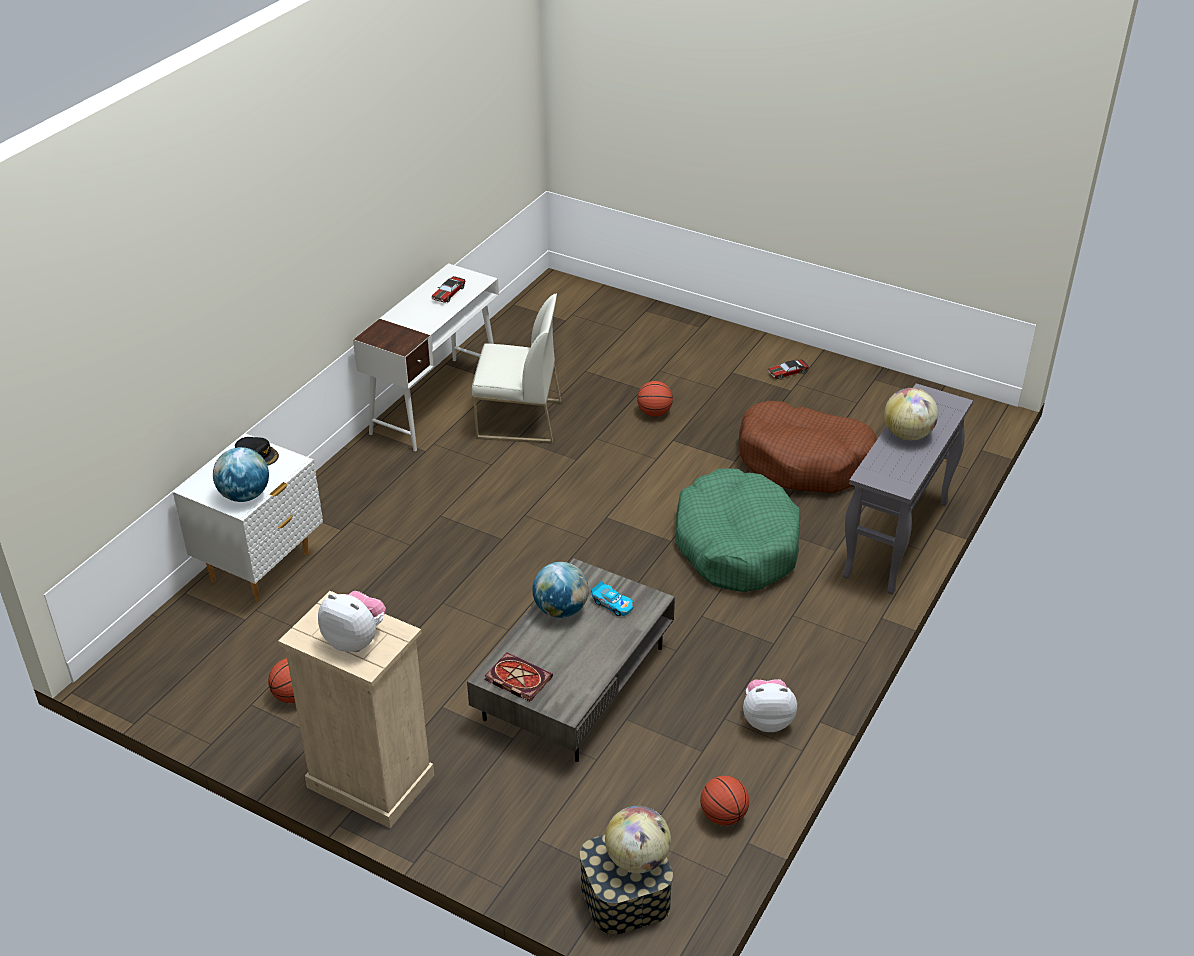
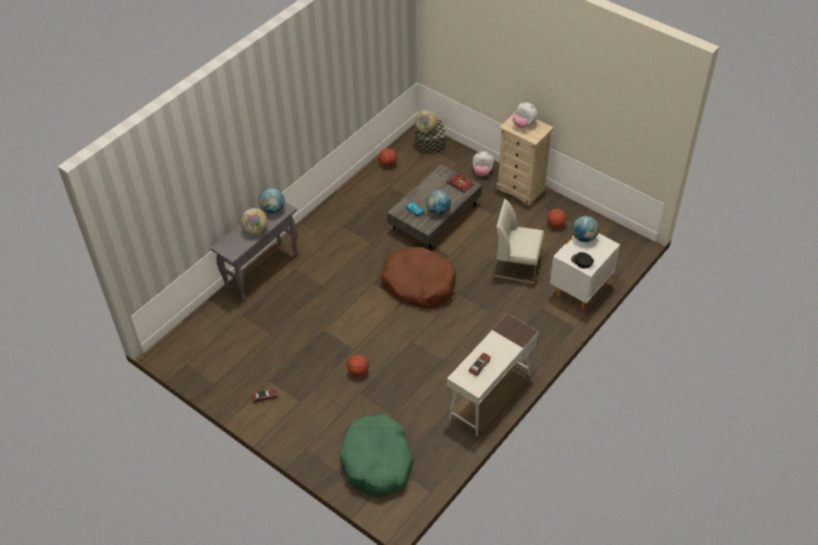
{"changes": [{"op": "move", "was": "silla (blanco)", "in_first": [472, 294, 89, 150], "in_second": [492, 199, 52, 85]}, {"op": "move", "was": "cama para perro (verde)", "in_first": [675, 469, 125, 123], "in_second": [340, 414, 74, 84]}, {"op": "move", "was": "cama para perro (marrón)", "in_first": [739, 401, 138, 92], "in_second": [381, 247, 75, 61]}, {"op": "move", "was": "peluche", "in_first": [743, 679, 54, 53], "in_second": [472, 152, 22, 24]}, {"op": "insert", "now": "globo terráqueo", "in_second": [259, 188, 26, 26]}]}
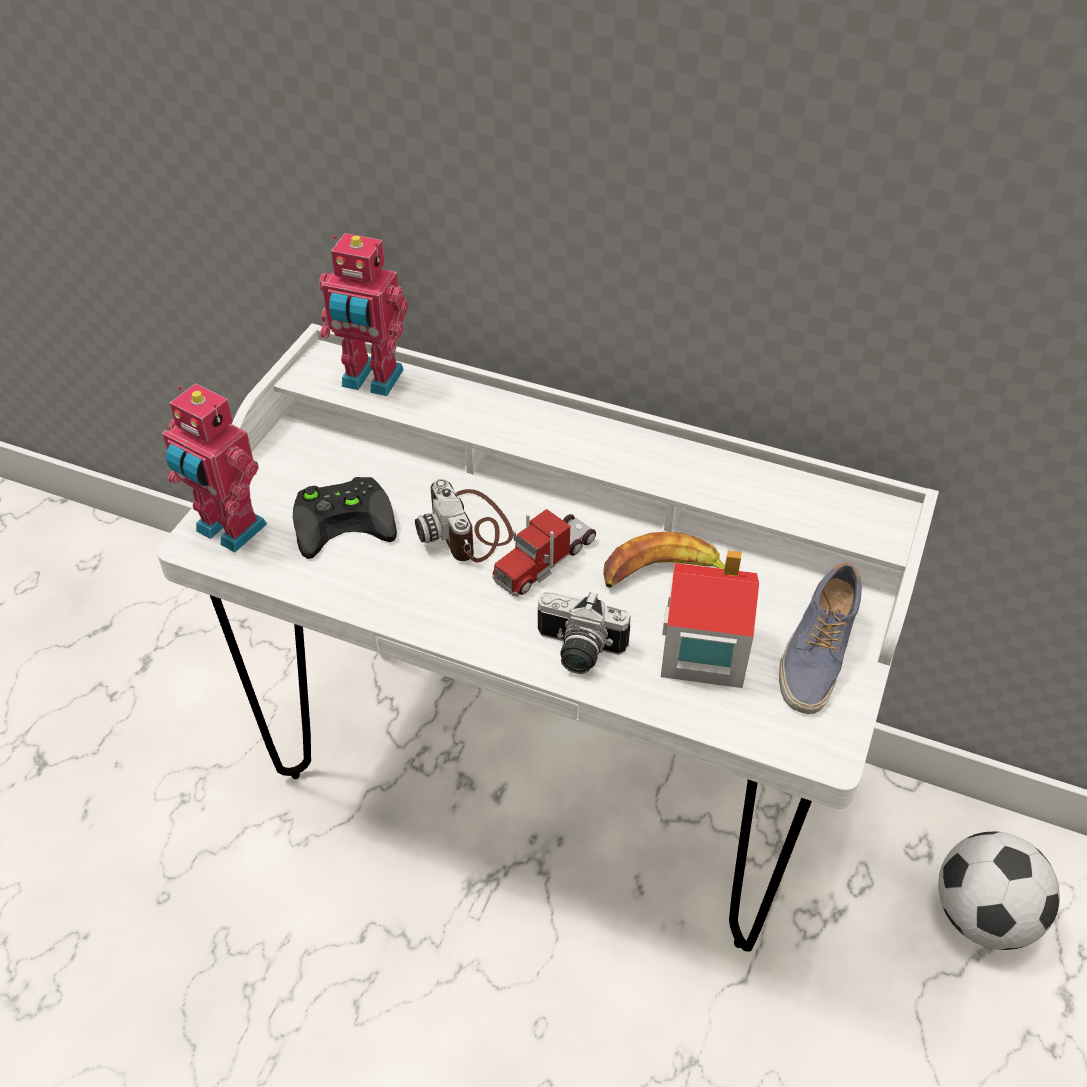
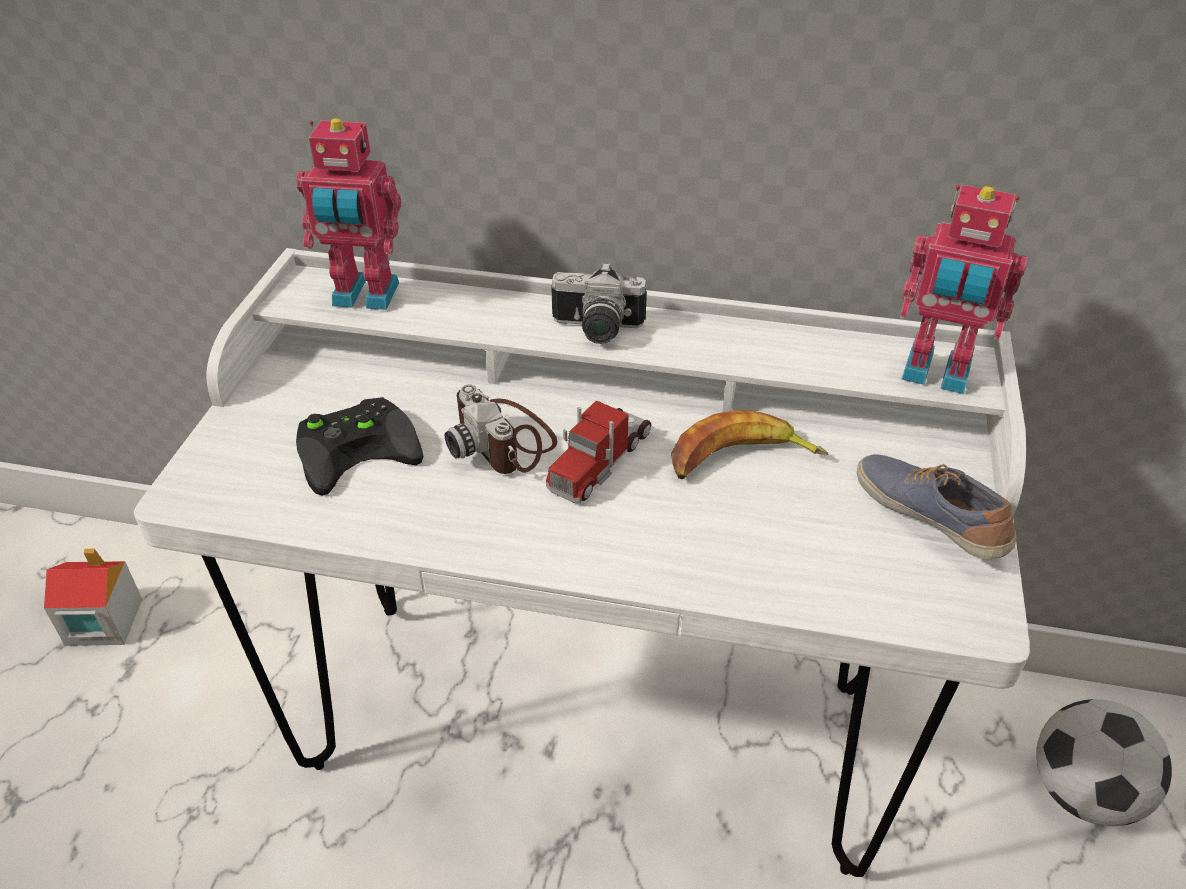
{"changes": [{"op": "move", "was": "robot de juguete", "in_first": [162, 383, 105, 169], "in_second": [900, 185, 128, 209]}, {"op": "move", "was": "cámara", "in_first": [538, 591, 93, 83], "in_second": [551, 262, 96, 82]}, {"op": "move", "was": "casita", "in_first": [661, 550, 98, 138], "in_second": [44, 549, 98, 97]}, {"op": "rotate", "was": "zapato", "in_first": [779, 562, 83, 152], "in_second": [857, 454, 159, 106], "clockwise": 135}]}
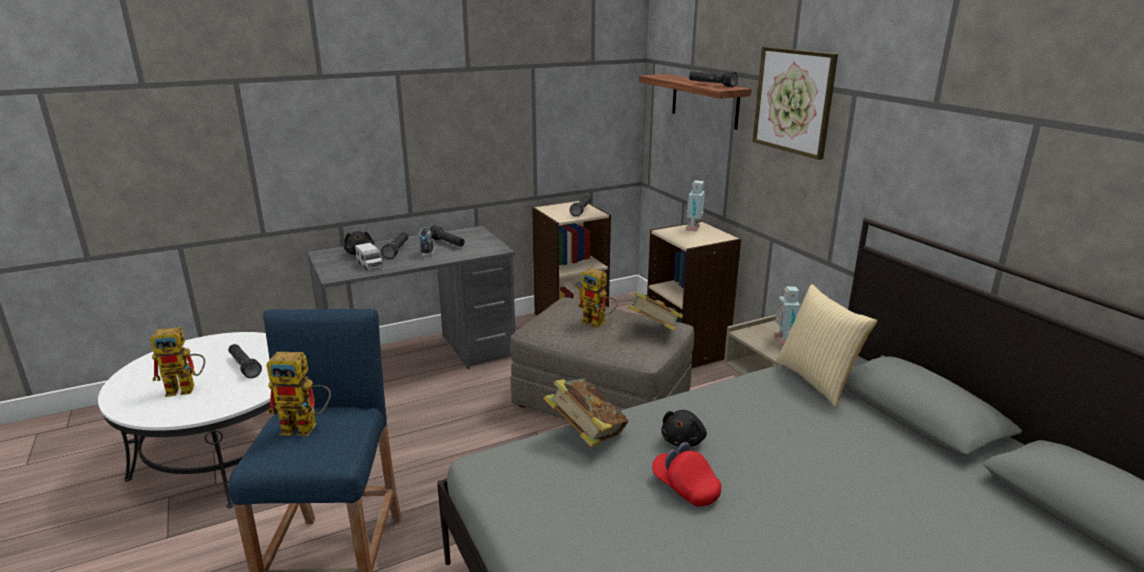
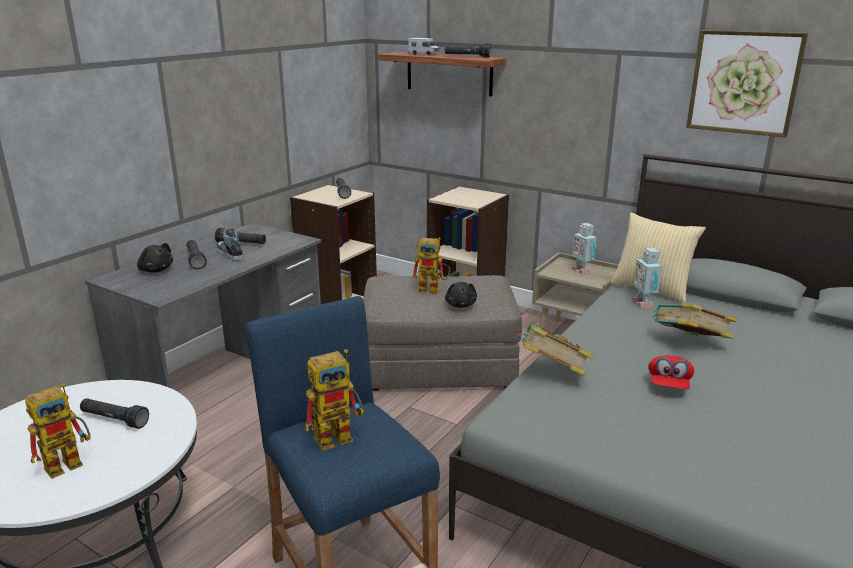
{"changes": [{"op": "move", "was": "camión de juguete", "in_first": [355, 243, 28, 27], "in_second": [408, 38, 32, 18]}, {"op": "move", "was": "libro", "in_first": [627, 292, 56, 39], "in_second": [653, 303, 84, 36]}, {"op": "rotate", "was": "gorra (rojo)", "in_first": [652, 442, 69, 64], "in_second": [648, 355, 46, 34], "clockwise": -90}, {"op": "move", "was": "peluche (negro)", "in_first": [661, 410, 46, 37], "in_second": [445, 282, 32, 26]}, {"op": "move", "was": "robot de juguete", "in_first": [686, 180, 19, 51], "in_second": [632, 248, 30, 60]}, {"op": "move", "was": "cuadro", "in_first": [752, 47, 86, 113], "in_second": [686, 30, 122, 108]}]}
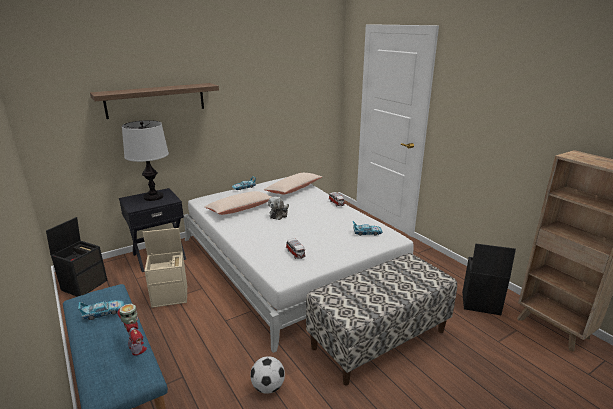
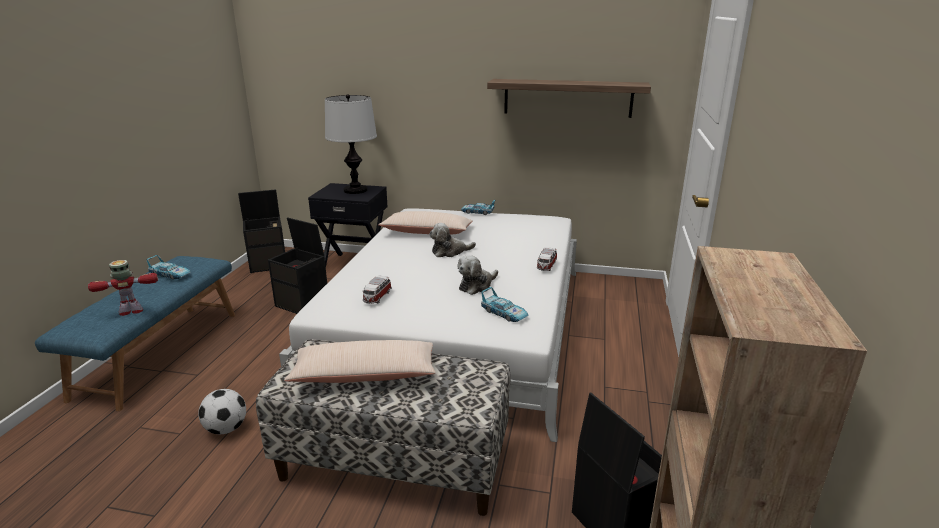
{"changes": [{"op": "move", "was": "estante", "in_first": [90, 83, 129, 36], "in_second": [487, 79, 164, 39]}, {"op": "rotate", "was": "robot de juguete", "in_first": [117, 304, 30, 52], "in_second": [88, 260, 70, 56], "clockwise": -120}, {"op": "recolor", "was": "caja de almacenaje (beis)", "now": "caja de almacenaje (negro)", "in_first": [143, 228, 44, 80], "in_second": [268, 217, 59, 97]}, {"op": "move", "was": "cojín (beis)", "in_first": [264, 173, 58, 21], "in_second": [284, 340, 152, 43]}, {"op": "insert", "now": "peluche", "in_second": [457, 255, 41, 40]}]}
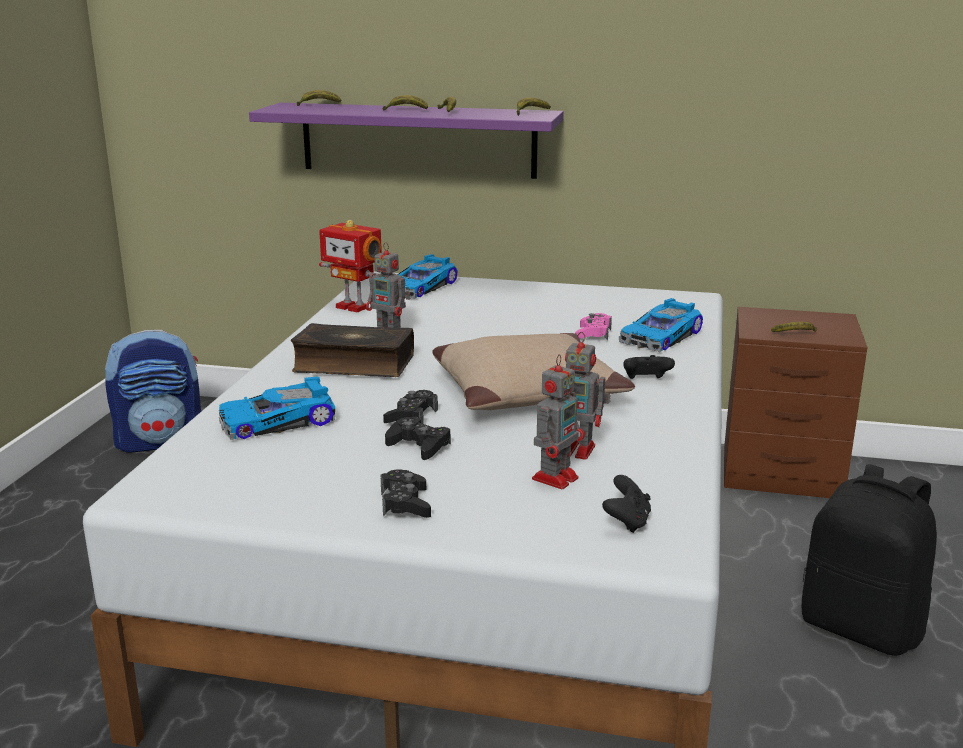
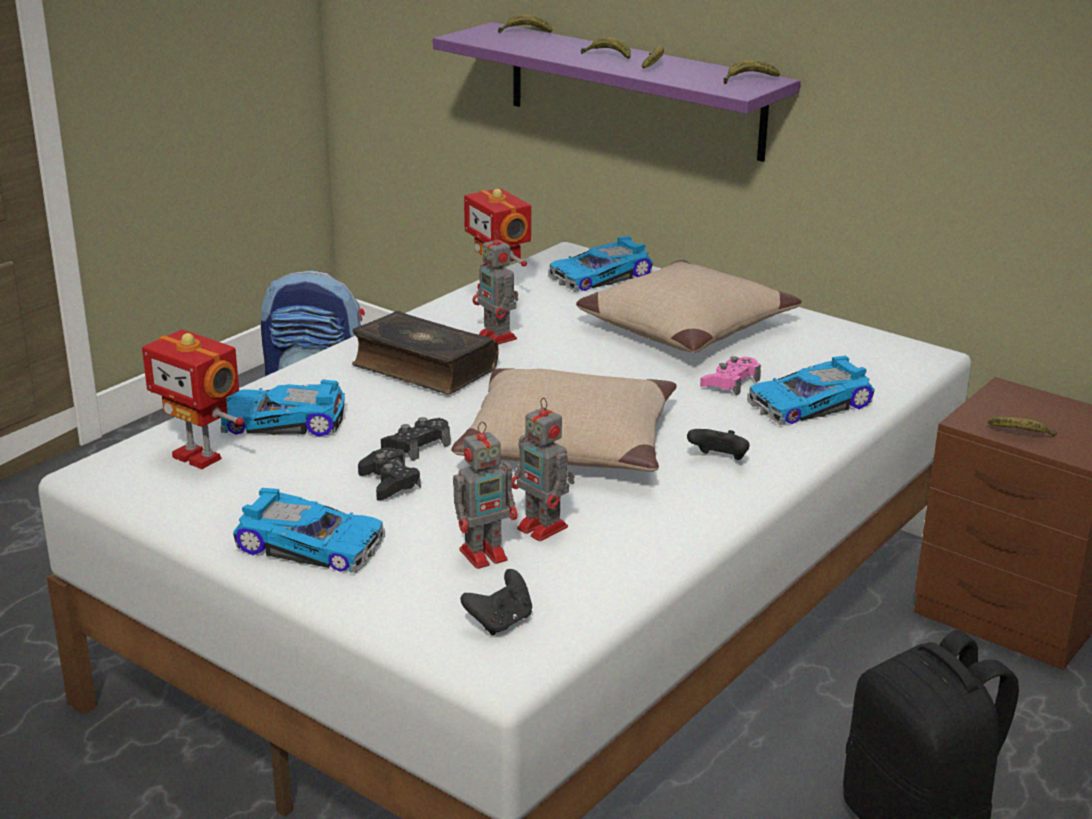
{"changes": [{"op": "replace", "was": "mando de consola (negro)", "now": "coche de juguete", "in_first": [381, 469, 50, 49], "in_second": [233, 488, 152, 85]}, {"op": "insert", "now": "robot de juguete", "in_second": [142, 329, 102, 140]}, {"op": "insert", "now": "cojín (beis)", "in_second": [576, 260, 226, 93]}]}
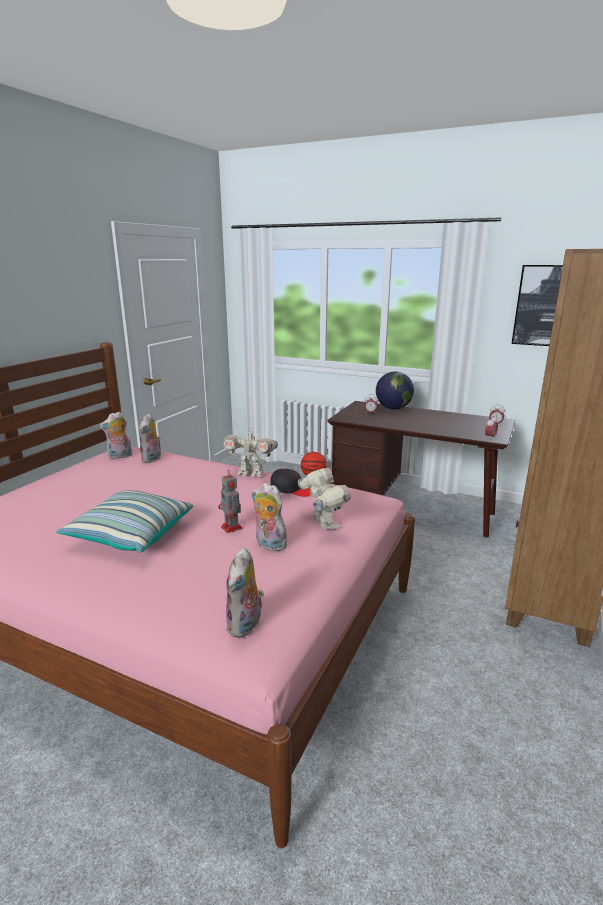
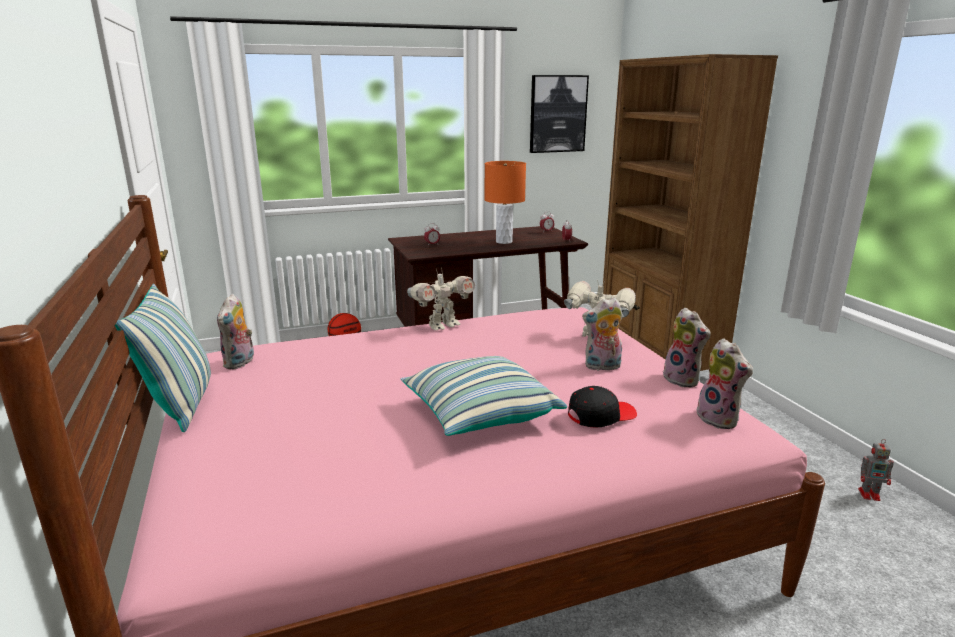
{"changes": [{"op": "move", "was": "peluche", "in_first": [139, 413, 22, 50], "in_second": [663, 308, 48, 79]}, {"op": "move", "was": "robot de juguete", "in_first": [218, 471, 25, 62], "in_second": [858, 439, 36, 62]}, {"op": "move", "was": "gorra (negro)", "in_first": [270, 468, 41, 29], "in_second": [568, 386, 69, 42]}, {"op": "delete", "was": "globo terráqueo", "in_first": [376, 371, 38, 39]}, {"op": "insert", "now": "cojín", "in_second": [115, 284, 96, 148]}, {"op": "insert", "now": "lámpara de mesa (naranja)", "in_second": [484, 161, 42, 83]}]}
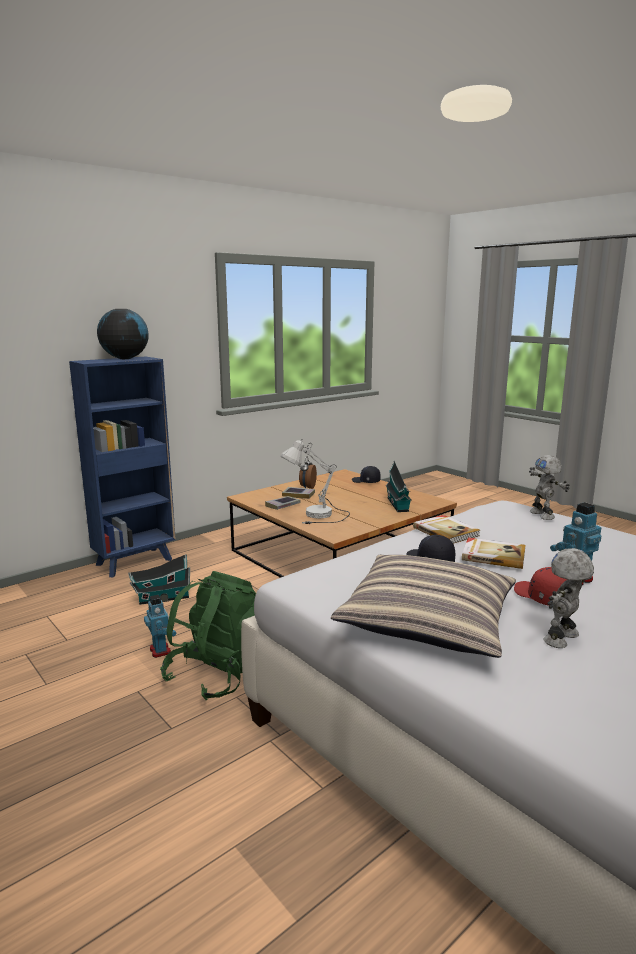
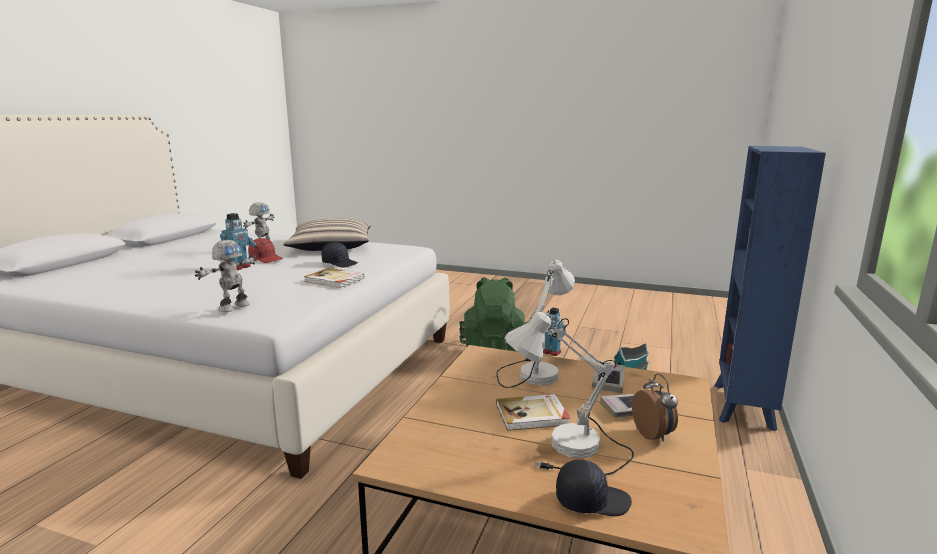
{"changes": [{"op": "delete", "was": "globo terráqueo", "in_first": [97, 309, 52, 50]}, {"op": "delete", "was": "casita", "in_first": [386, 460, 26, 52]}, {"op": "move", "was": "libro", "in_first": [462, 537, 64, 32], "in_second": [496, 394, 74, 37]}, {"op": "rotate", "was": "robot de juguete", "in_first": [529, 455, 41, 65], "in_second": [195, 240, 62, 72], "clockwise": 75}, {"op": "insert", "now": "lámpara de mesa (blanco)", "in_second": [504, 310, 130, 166]}]}
